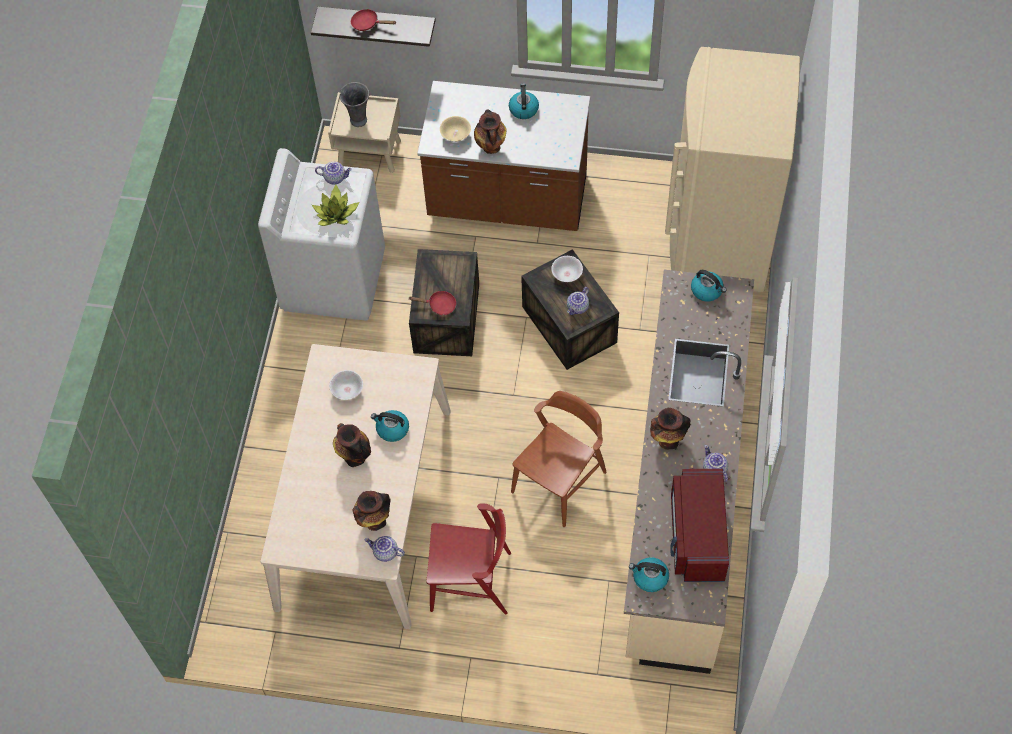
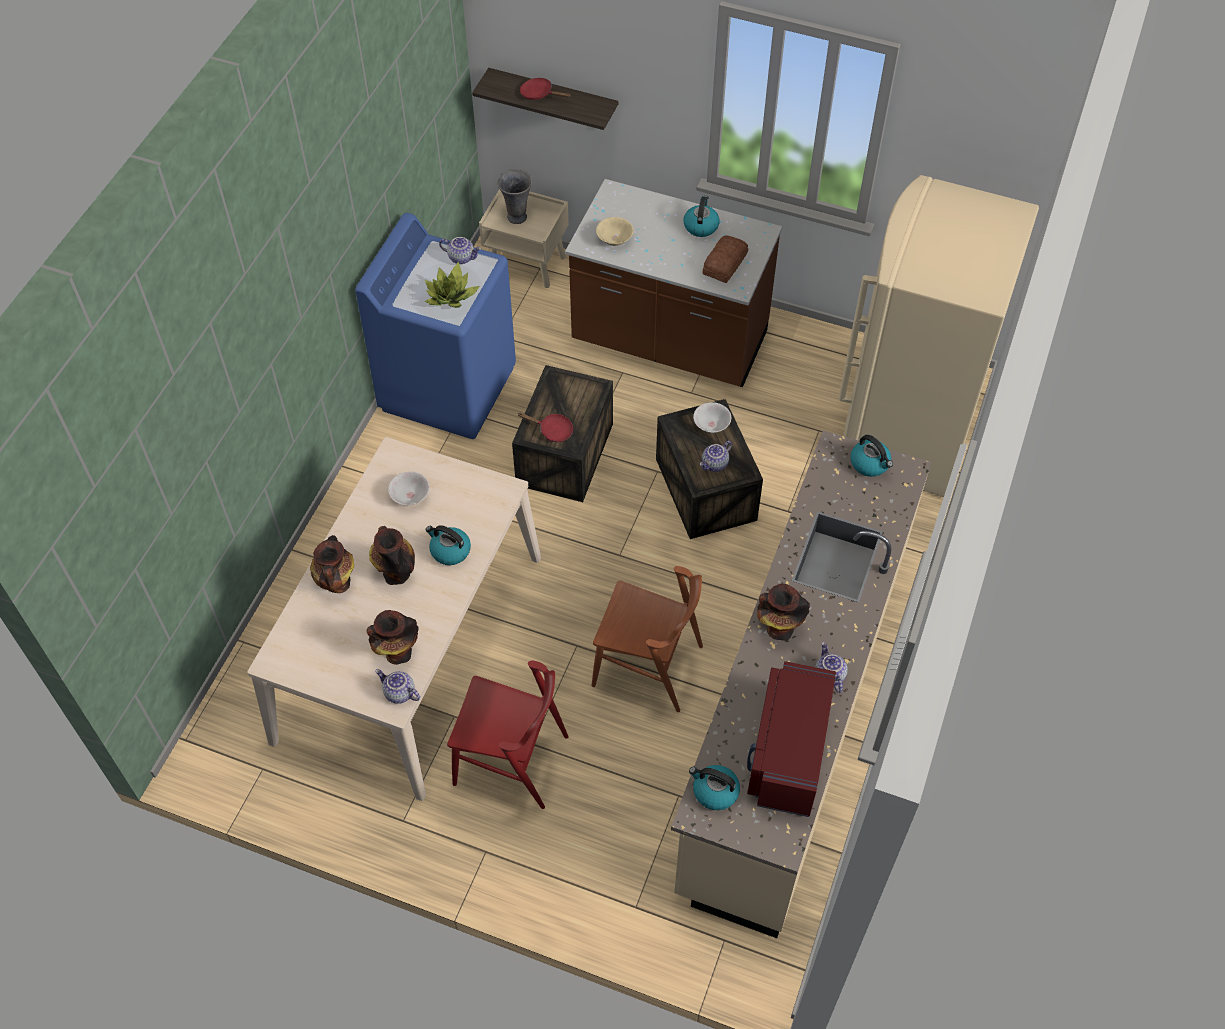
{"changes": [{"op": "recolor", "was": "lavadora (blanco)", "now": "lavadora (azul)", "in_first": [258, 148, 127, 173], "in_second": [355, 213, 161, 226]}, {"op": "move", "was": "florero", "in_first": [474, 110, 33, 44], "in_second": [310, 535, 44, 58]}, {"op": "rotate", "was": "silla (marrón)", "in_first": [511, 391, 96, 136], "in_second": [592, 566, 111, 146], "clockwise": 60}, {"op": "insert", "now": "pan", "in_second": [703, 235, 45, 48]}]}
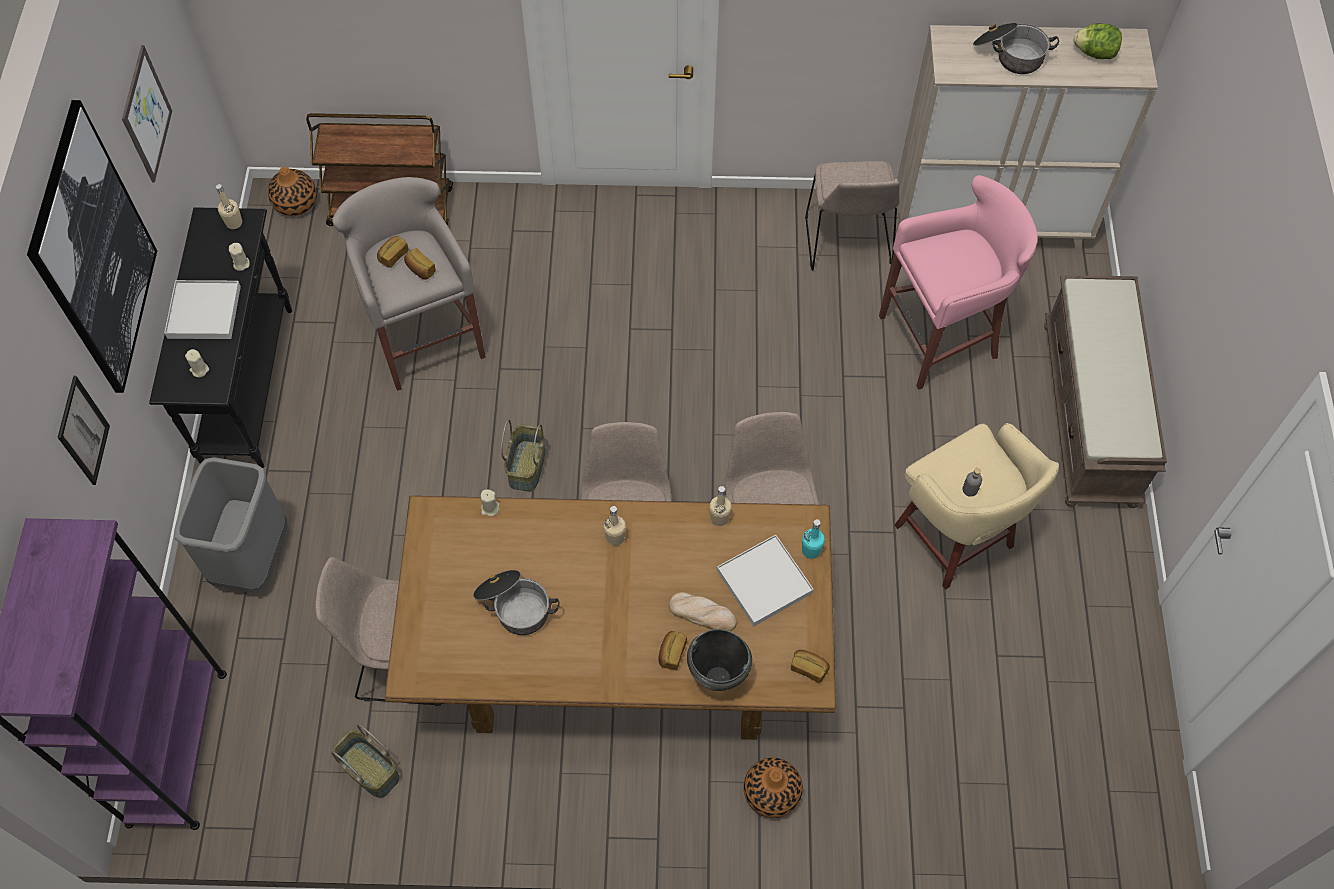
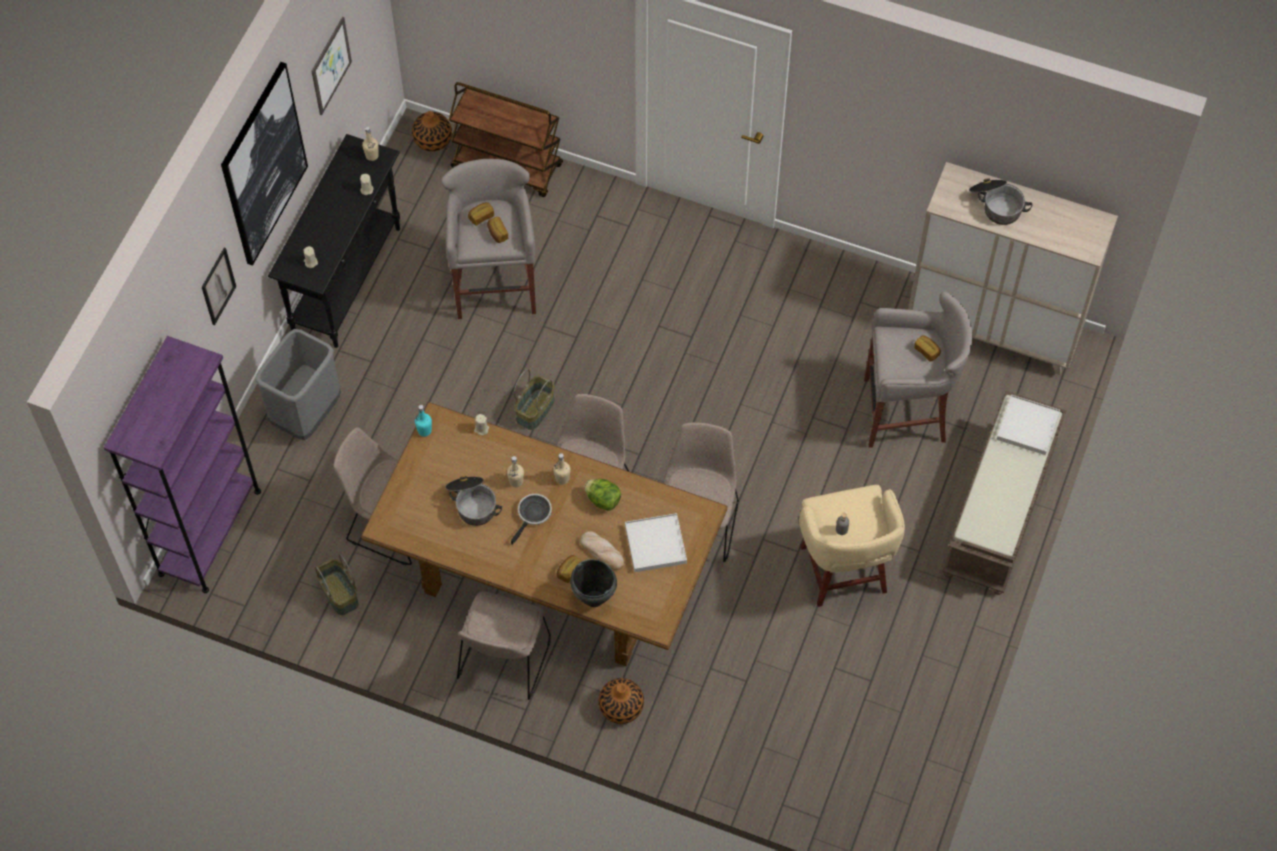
{"changes": [{"op": "move", "was": "bandeja (blanco)", "in_first": [164, 280, 77, 59], "in_second": [996, 395, 64, 60]}, {"op": "move", "was": "botella (beis)", "in_first": [709, 486, 23, 40], "in_second": [507, 456, 17, 31]}, {"op": "move", "was": "pan", "in_first": [791, 650, 39, 33], "in_second": [914, 335, 27, 27]}, {"op": "move", "was": "botella (turquesa)", "in_first": [802, 519, 23, 40], "in_second": [415, 405, 17, 32]}, {"op": "move", "was": "silla (beis)", "in_first": [805, 161, 95, 110], "in_second": [457, 591, 94, 109]}, {"op": "recolor", "was": "taburete (rosa)", "now": "taburete (gris)", "in_first": [879, 175, 159, 215], "in_second": [864, 291, 108, 157]}, {"op": "move", "was": "lechuga", "in_first": [1074, 23, 48, 36], "in_second": [584, 479, 37, 32]}, {"op": "insert", "now": "sartén", "in_second": [511, 494, 41, 51]}]}
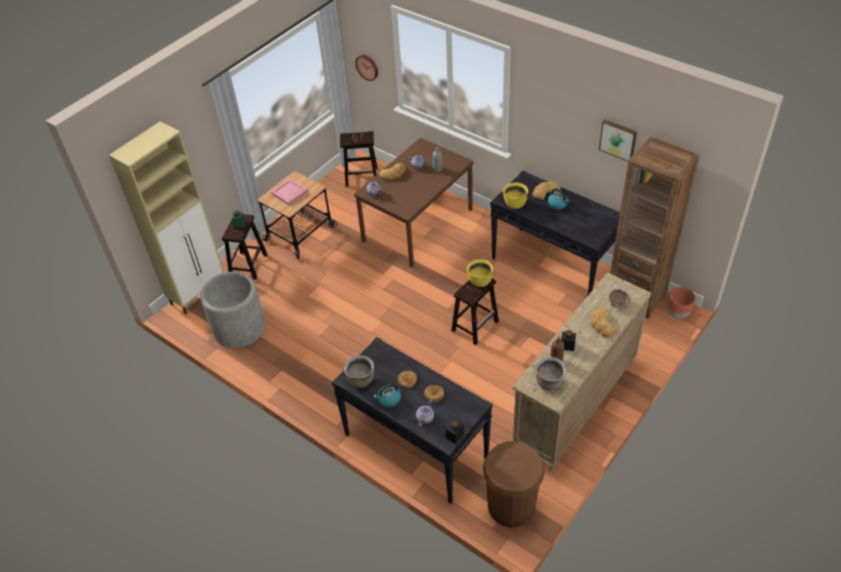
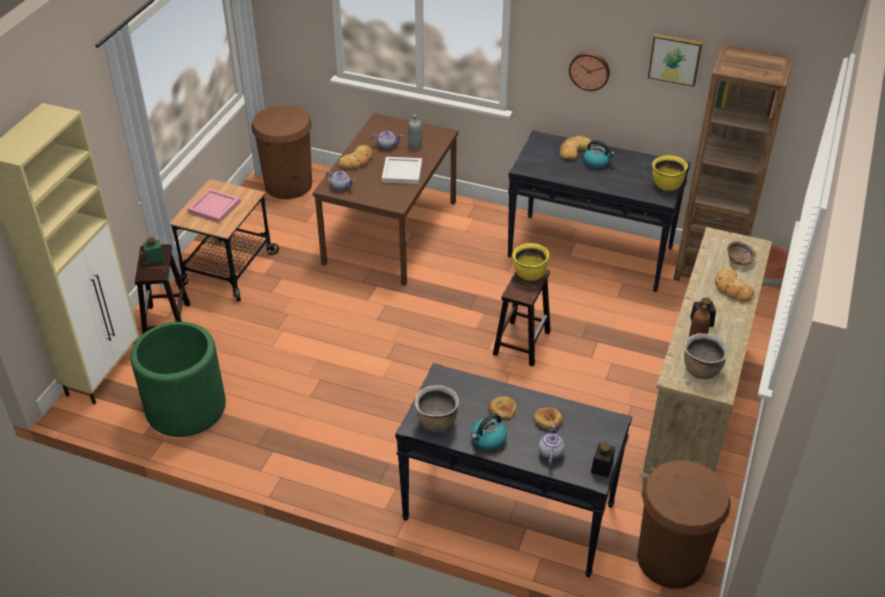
{"changes": [{"op": "recolor", "was": "maceta (gris)", "now": "maceta (verde)", "in_first": [200, 272, 65, 76], "in_second": [130, 322, 96, 115]}, {"op": "replace", "was": "taburete (marrón)", "now": "papelera (marrón)", "in_first": [340, 131, 38, 56], "in_second": [251, 105, 61, 94]}, {"op": "move", "was": "reloj de pared", "in_first": [355, 55, 23, 26], "in_second": [569, 52, 41, 39]}, {"op": "move", "was": "olla (amarillo)", "in_first": [503, 183, 25, 26], "in_second": [652, 155, 36, 36]}, {"op": "insert", "now": "bandeja (blanco)", "in_second": [382, 157, 40, 27]}]}
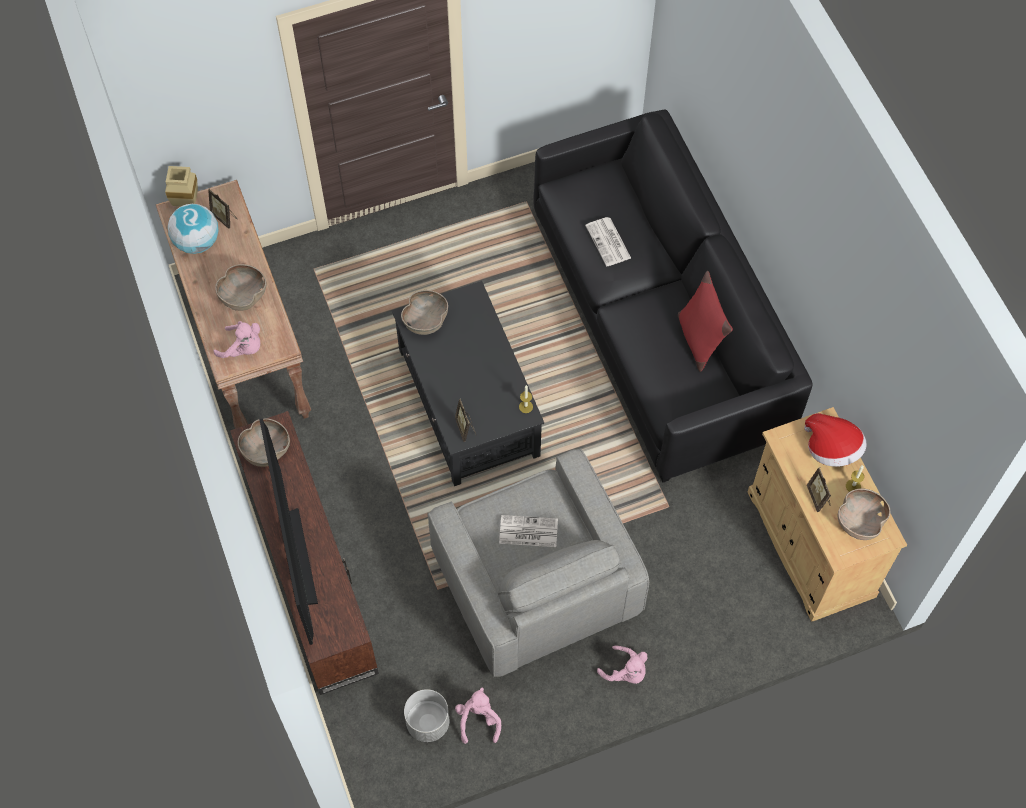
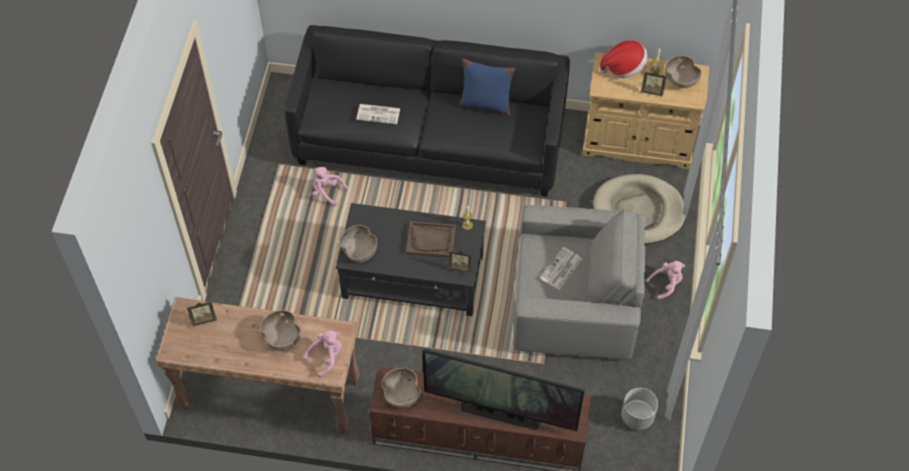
{"changes": [{"op": "delete", "was": "florero (beis)", "in_first": [165, 166, 33, 41]}, {"op": "delete", "was": "globo terráqueo", "in_first": [168, 204, 51, 50]}, {"op": "move", "was": "peluche (rosa)", "in_first": [455, 688, 46, 56], "in_second": [312, 167, 36, 39]}, {"op": "recolor", "was": "cojín (rojo)", "now": "cojín (azul)", "in_first": [678, 271, 55, 101], "in_second": [460, 58, 55, 58]}, {"op": "insert", "now": "bandeja (marrón)", "in_second": [406, 221, 50, 37]}, {"op": "insert", "now": "cama para perro (beis)", "in_second": [593, 174, 92, 70]}]}
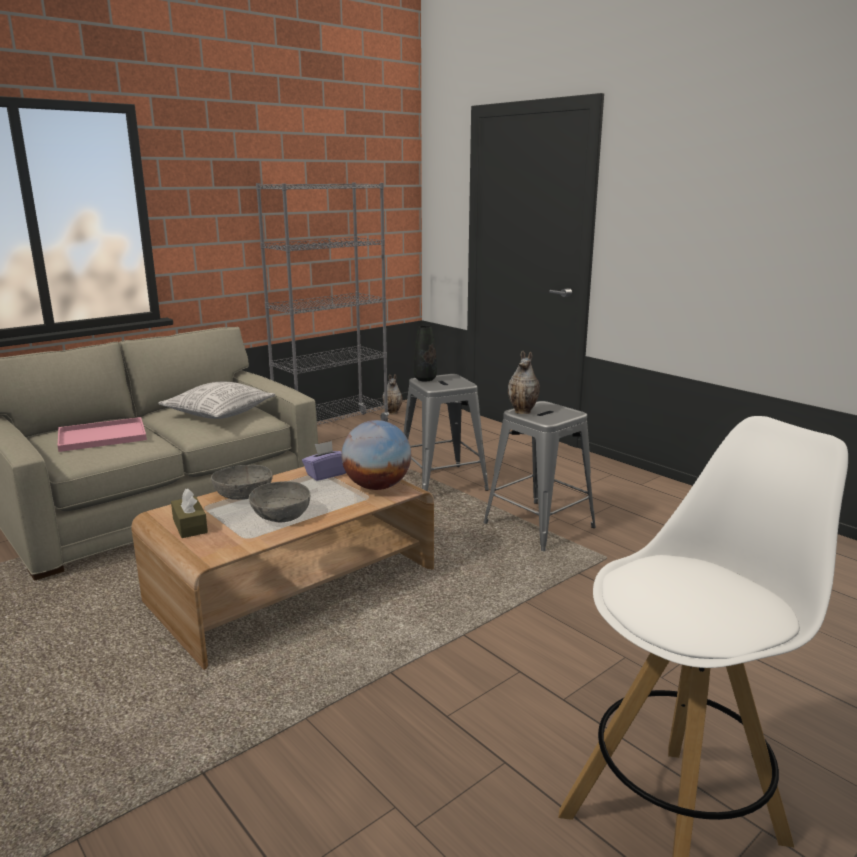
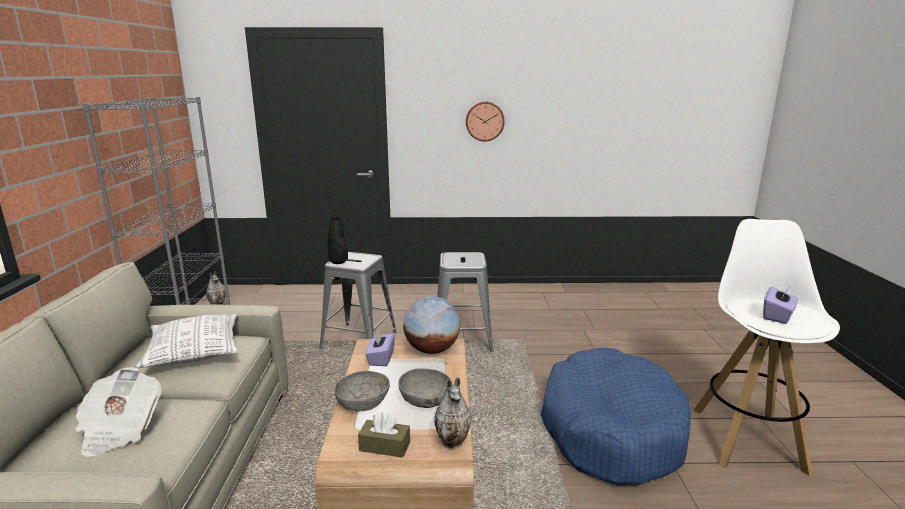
{"changes": [{"op": "replace", "was": "bandeja (rosa)", "now": "periódico", "in_first": [58, 417, 89, 35], "in_second": [75, 367, 87, 90]}, {"op": "move", "was": "florero", "in_first": [508, 351, 32, 63], "in_second": [434, 377, 37, 73]}, {"op": "insert", "now": "reloj de pared", "in_second": [466, 102, 39, 40]}, {"op": "insert", "now": "cama para perro (azul)", "in_second": [540, 347, 151, 139]}, {"op": "insert", "now": "caja de pañuelos (morado)", "in_second": [763, 285, 35, 39]}]}
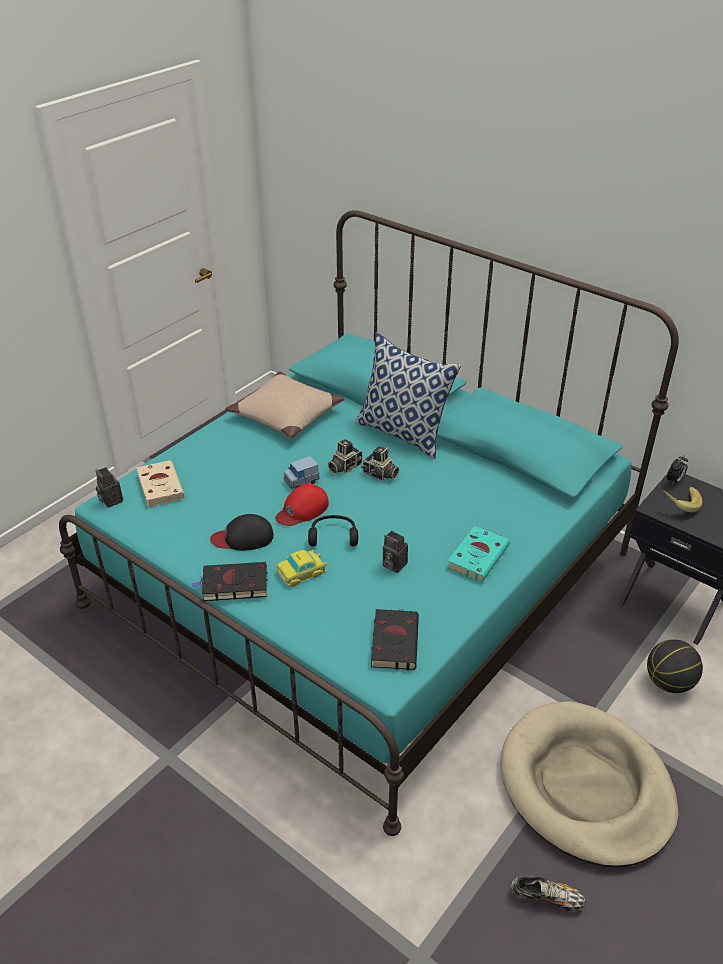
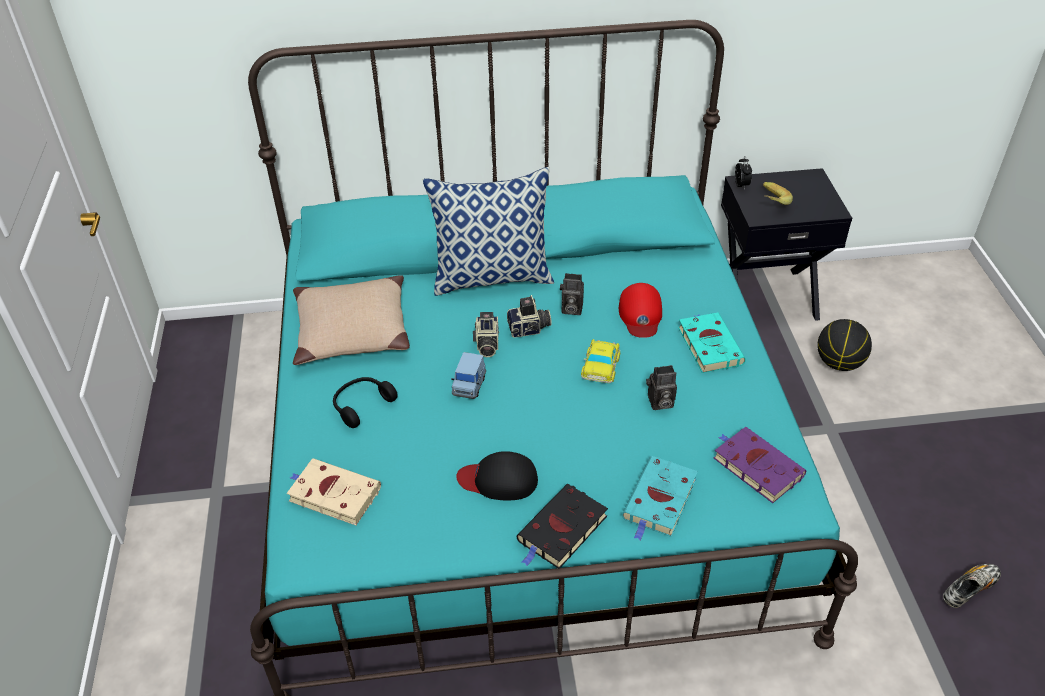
{"changes": [{"op": "move", "was": "cámara", "in_first": [96, 467, 27, 41], "in_second": [560, 273, 24, 42]}, {"op": "rotate", "was": "gorra (negro)", "in_first": [210, 514, 64, 37], "in_second": [456, 451, 82, 49], "clockwise": 60}, {"op": "move", "was": "gorra (rojo)", "in_first": [275, 484, 54, 42], "in_second": [619, 283, 43, 55]}, {"op": "move", "was": "coche de juguete", "in_first": [276, 550, 51, 37], "in_second": [581, 339, 39, 44]}, {"op": "move", "was": "auriculares (negro)", "in_first": [308, 515, 50, 31], "in_second": [333, 377, 65, 51]}, {"op": "recolor", "was": "libro (negro)", "now": "libro (morado)", "in_first": [371, 609, 48, 61], "in_second": [714, 427, 92, 76]}, {"op": "delete", "was": "cama para perro (beis)", "in_first": [500, 701, 178, 167]}, {"op": "insert", "now": "libro (turquesa)", "in_second": [622, 456, 76, 84]}]}
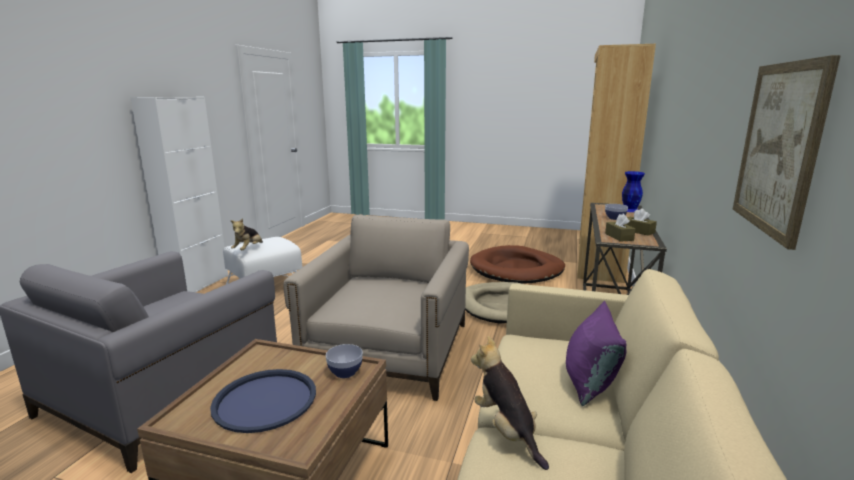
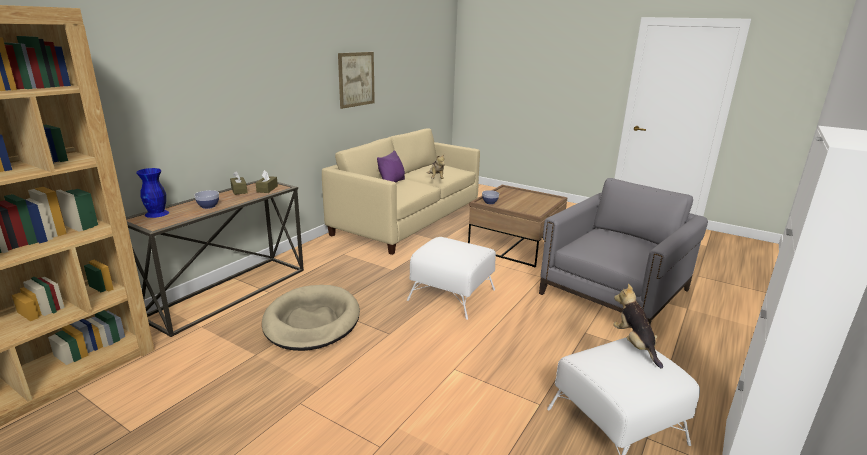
{"changes": [{"op": "delete", "was": "bandeja (azul)", "in_first": [210, 369, 106, 64]}, {"op": "rotate", "was": "peluche", "in_first": [231, 218, 32, 32], "in_second": [613, 284, 50, 85], "clockwise": -45}, {"op": "replace", "was": "sillón (beis)", "now": "puf (blanco)", "in_first": [283, 215, 186, 186], "in_second": [407, 237, 89, 83]}, {"op": "delete", "was": "cama para perro (marrón)", "in_first": [470, 245, 95, 39]}]}
